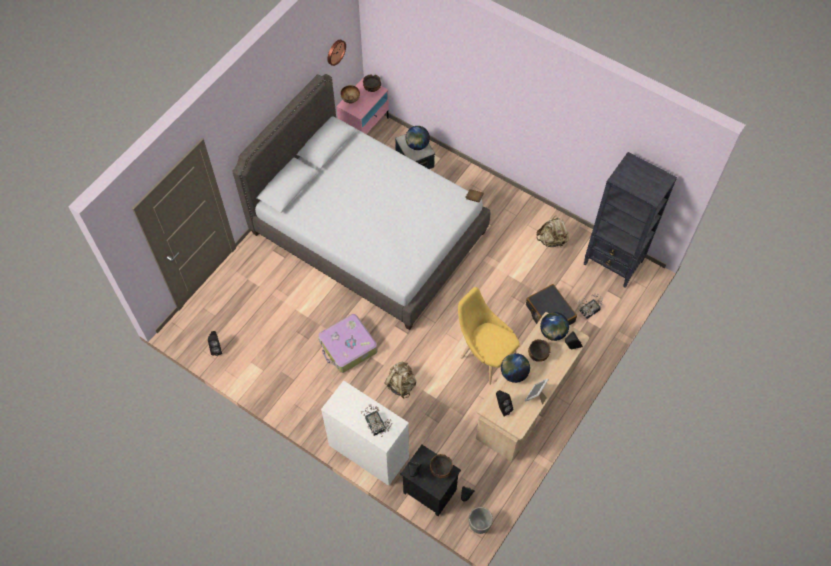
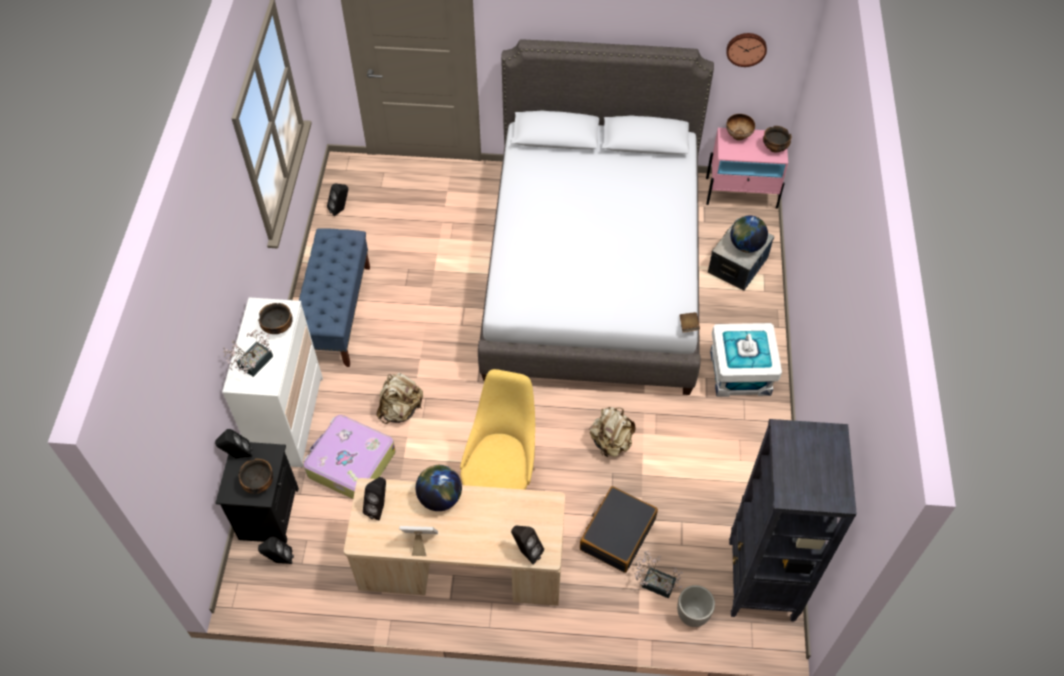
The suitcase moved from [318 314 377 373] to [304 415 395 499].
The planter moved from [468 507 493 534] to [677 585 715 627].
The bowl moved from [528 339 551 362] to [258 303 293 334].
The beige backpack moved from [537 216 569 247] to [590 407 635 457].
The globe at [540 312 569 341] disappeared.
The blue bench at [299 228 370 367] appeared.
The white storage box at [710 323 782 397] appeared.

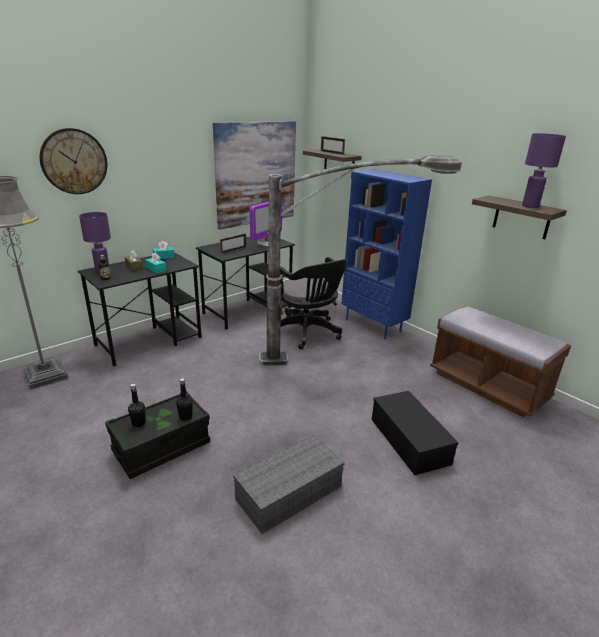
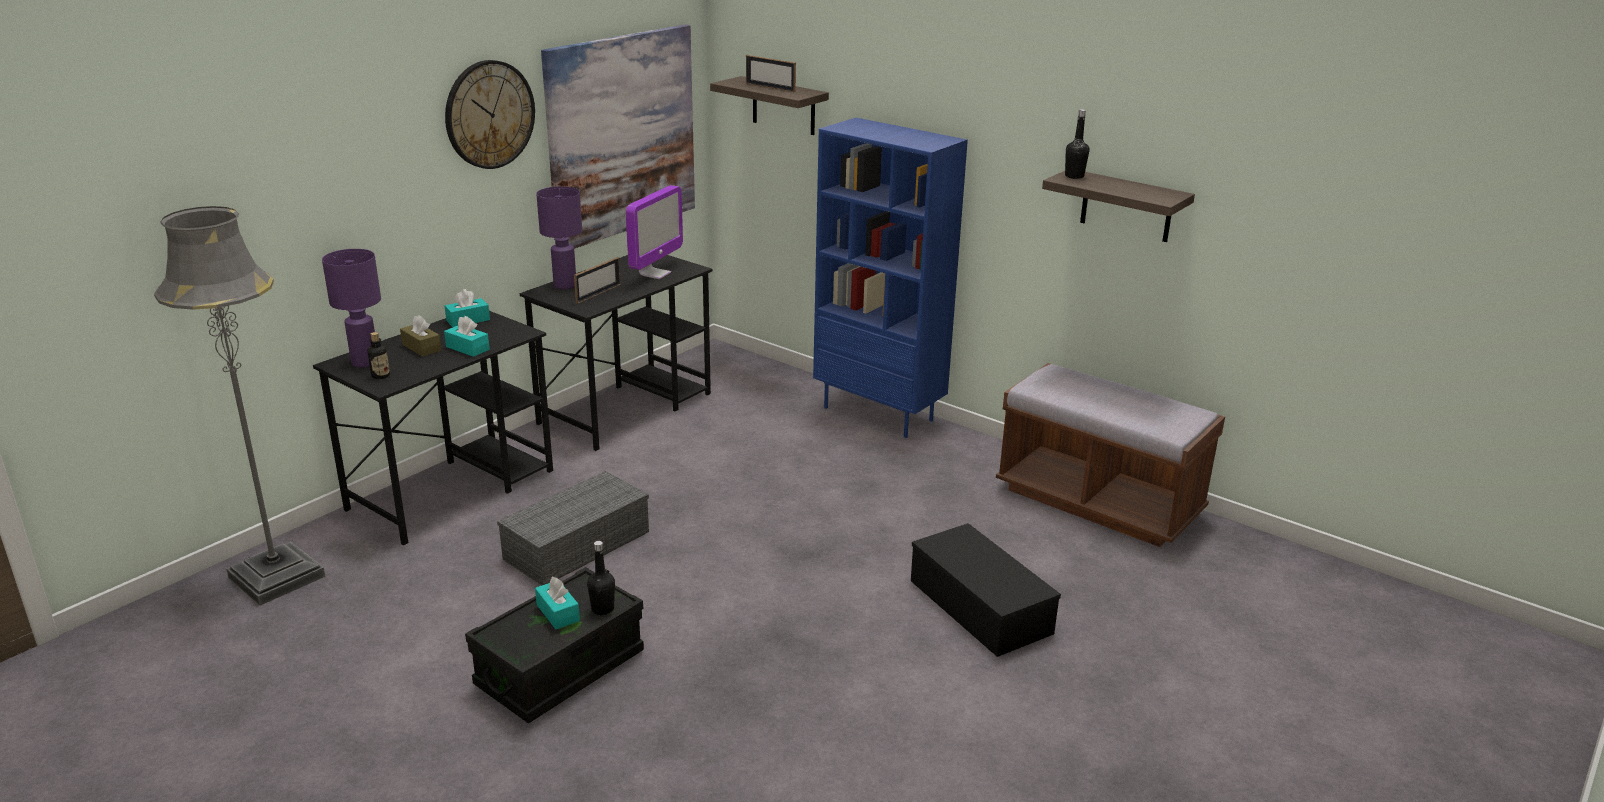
The wall clock moved from [40 128 107 194] to [445 60 535 169].
The black bottle moved from [128 384 146 427] to [1065 109 1090 179].
The grey storage box moved from [233 435 345 534] to [497 471 649 585].
The floor lamp at [259 155 462 365] disappeared.
The black office chair at [280 257 347 350] disappeared.
The purple table lamp moved from [522 133 566 208] to [536 186 582 289].
The turquoise tissue box at [535 577 580 629] appeared.

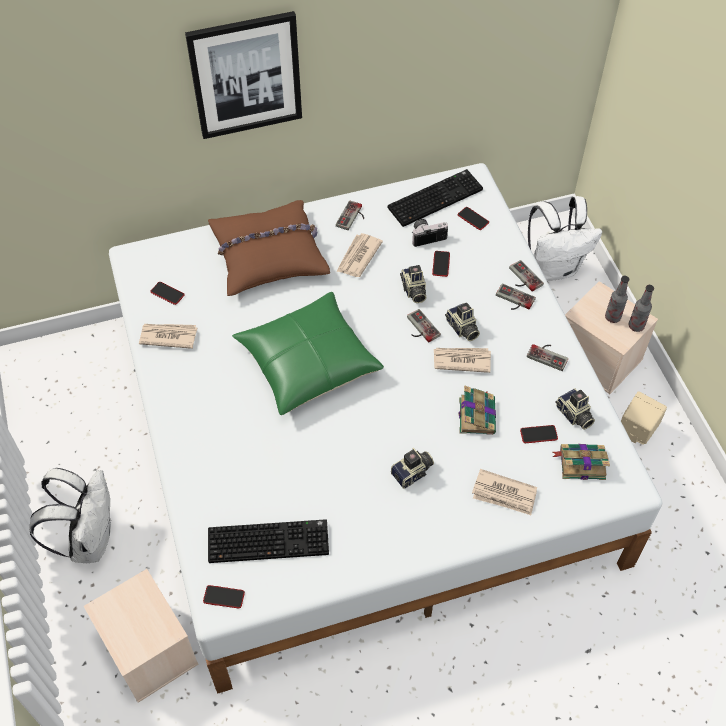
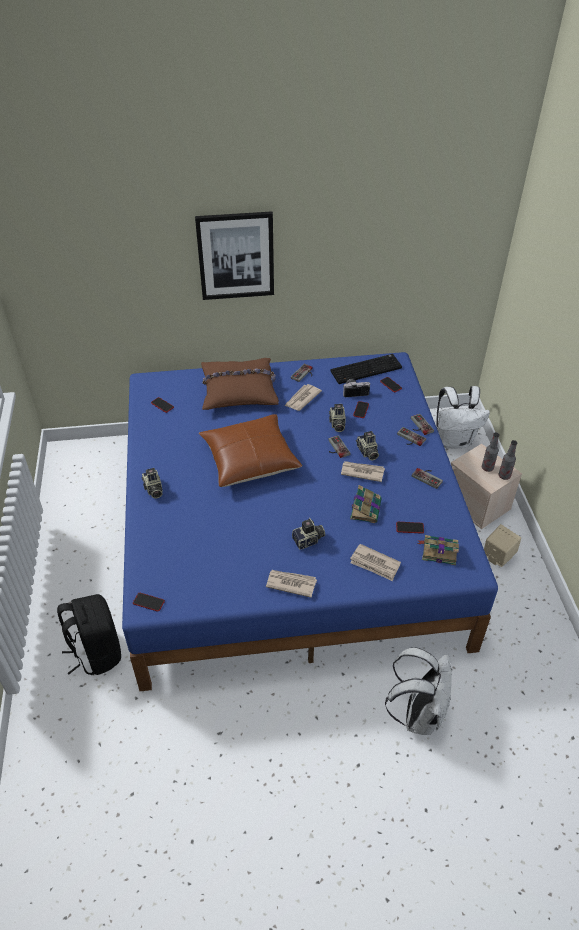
The white backpack moved from [29 468 111 563] to [385 647 452 735].
The beige storage box at [84 569 199 703] was replaced by the black backpack at [57 594 121 675].
The white bed at [109 163 662 694] became the blue bed at [122 352 498 691].
The newspaper moved from [139 324 197 349] to [266 570 317 598].
The keyboard at [208 519 329 563] disappeared.
The green pillow at [232 292 384 415] became the brown pillow at [199 414 302 487].
The photo camera moved from [555 389 595 430] to [142 468 163 499].

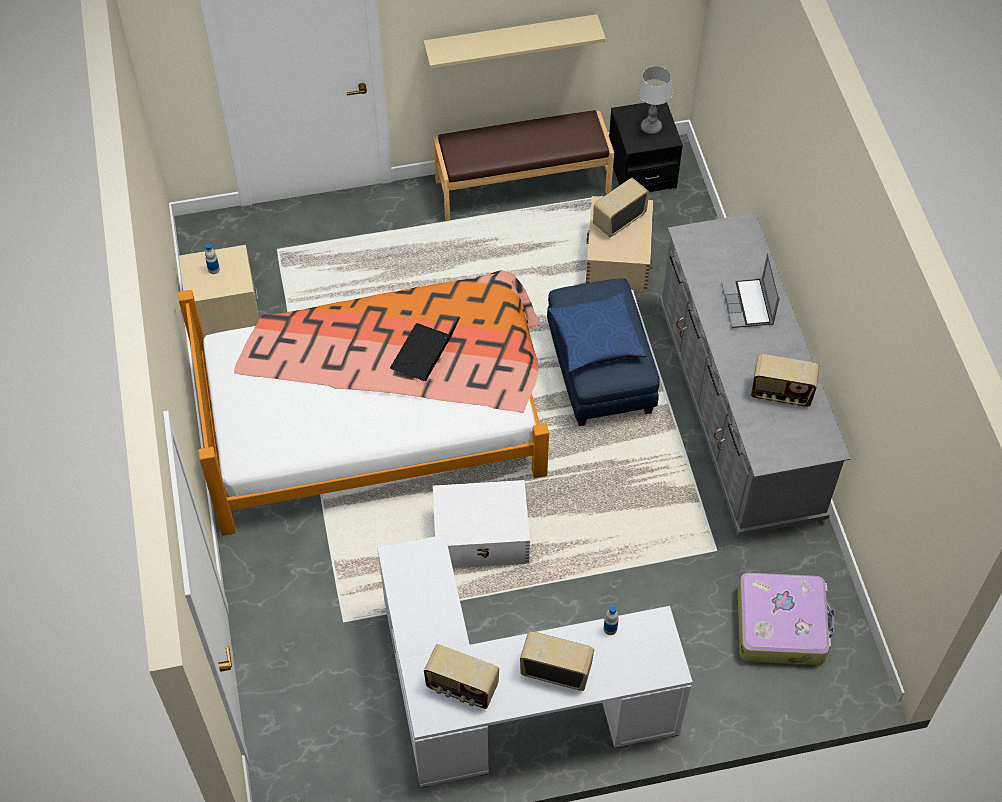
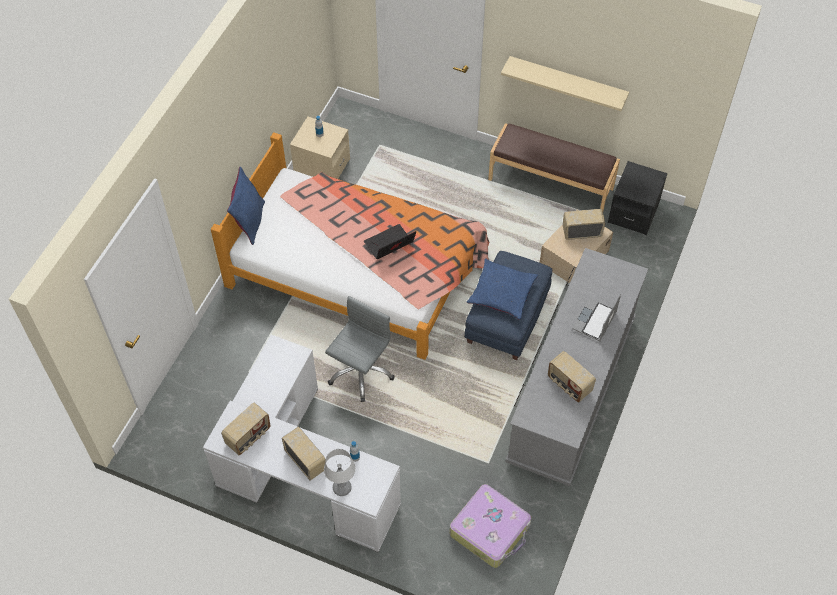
The radio at [424 644 499 709] turned 105 degrees counterclockwise.
The white storage box at [432 480 530 568] was replaced by the grey office chair at [325 296 395 402].
The table lamp moved from [637 66 673 134] to [324 449 356 496].
The blue pillow at [227 167 265 245] appeared.

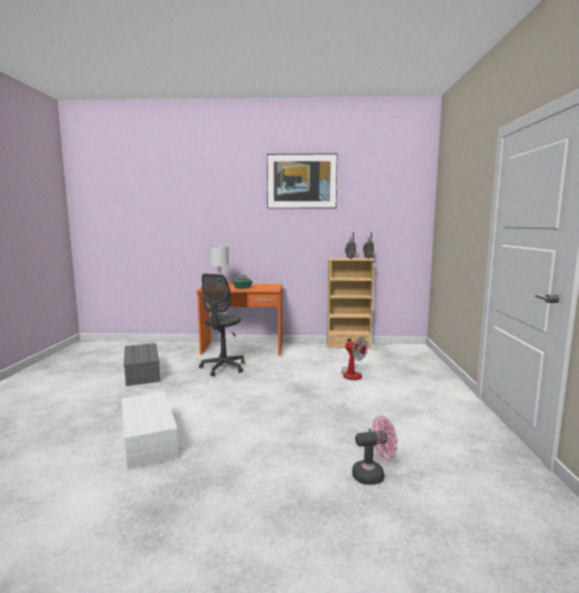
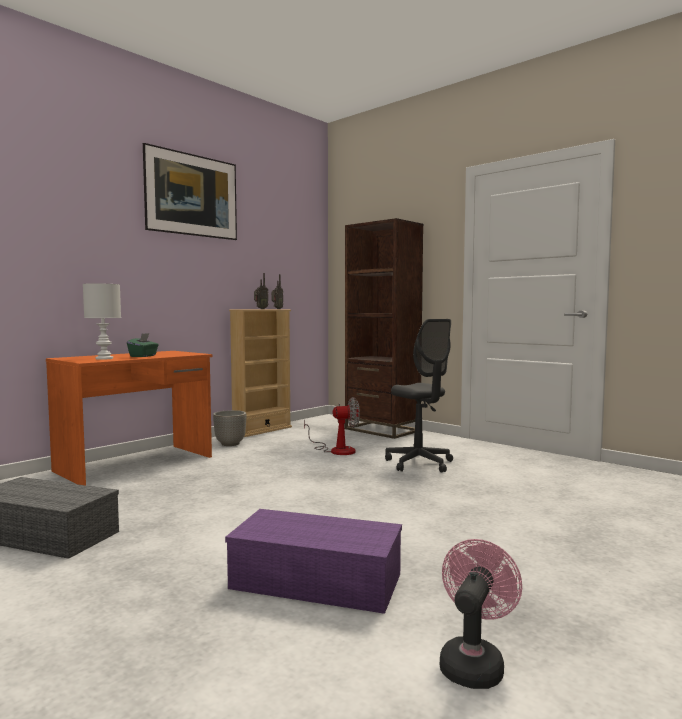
The white storage box at [121 391 178 469] became the purple storage box at [225 509 402 614].
The grey office chair moved from [199 274 245 376] to [385 319 453 473].
The pink fan moved from [352 416 397 485] to [440 539 522 689].
The planter at [213 410 246 446] appeared.
The brown bookcase at [344 218 424 439] appeared.

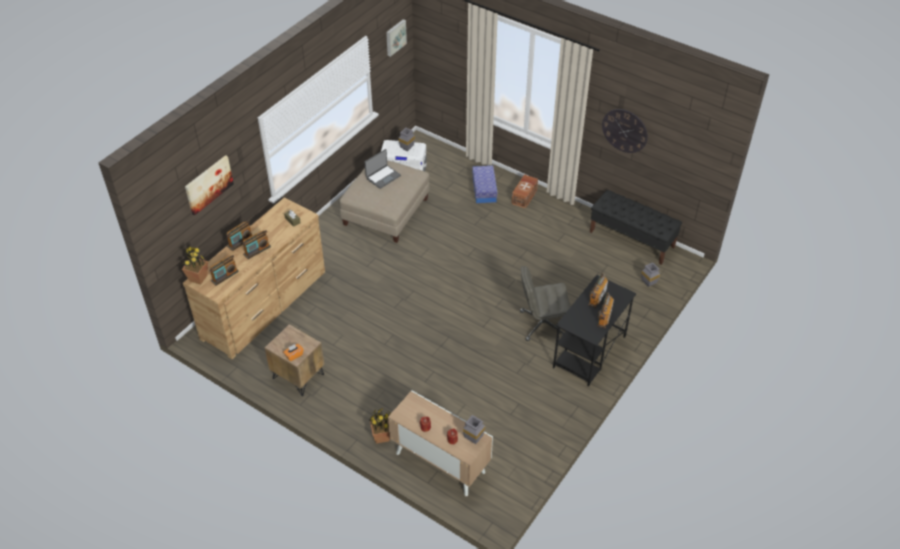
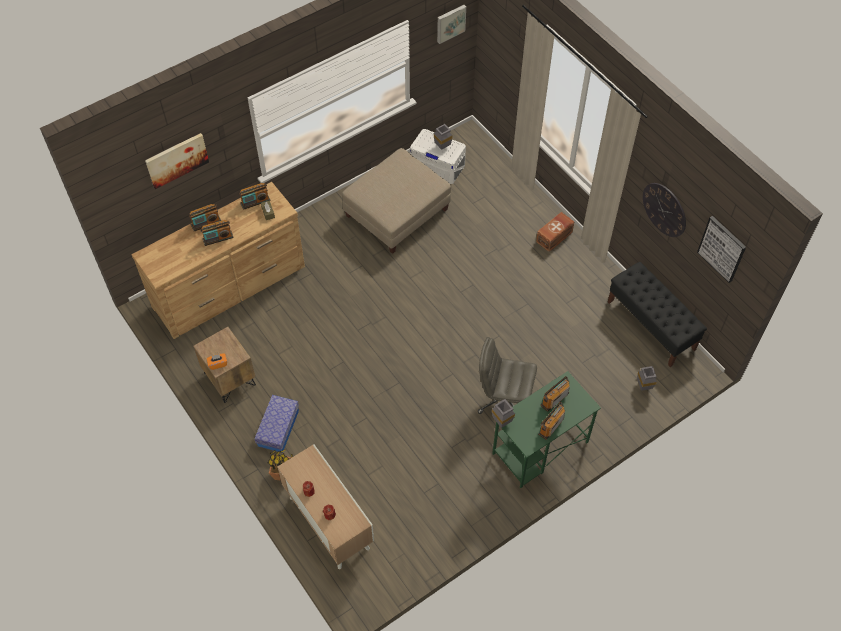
The potted plant at [182 246 208 284] disappeared.
The radio moved from [210 255 239 286] to [239 183 270 210].
The laptop at [365 149 401 189] disappeared.
The grey vase moved from [463 415 485 444] to [492 399 515 428].
The storage box moved from [472 166 497 203] to [254 395 299 453].
The black desk at [553 275 636 387] became the green desk at [492 371 601 488].
The picture at [697 216 746 283] appeared.

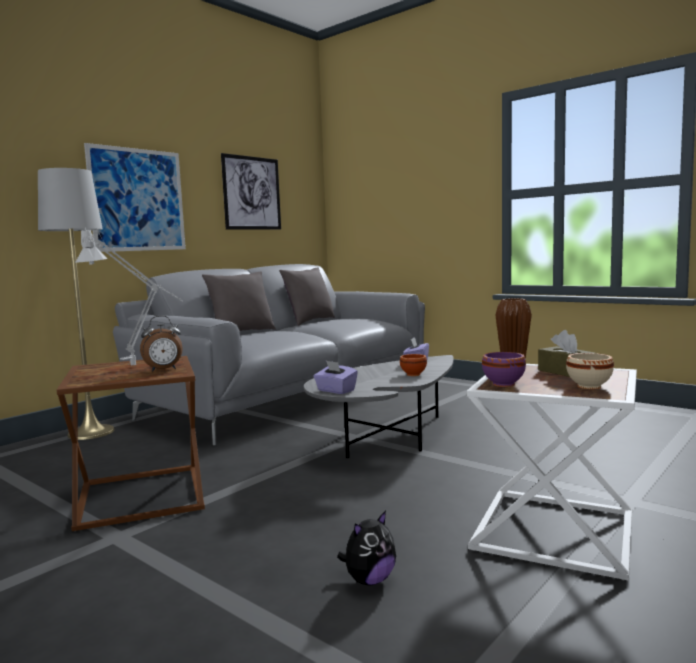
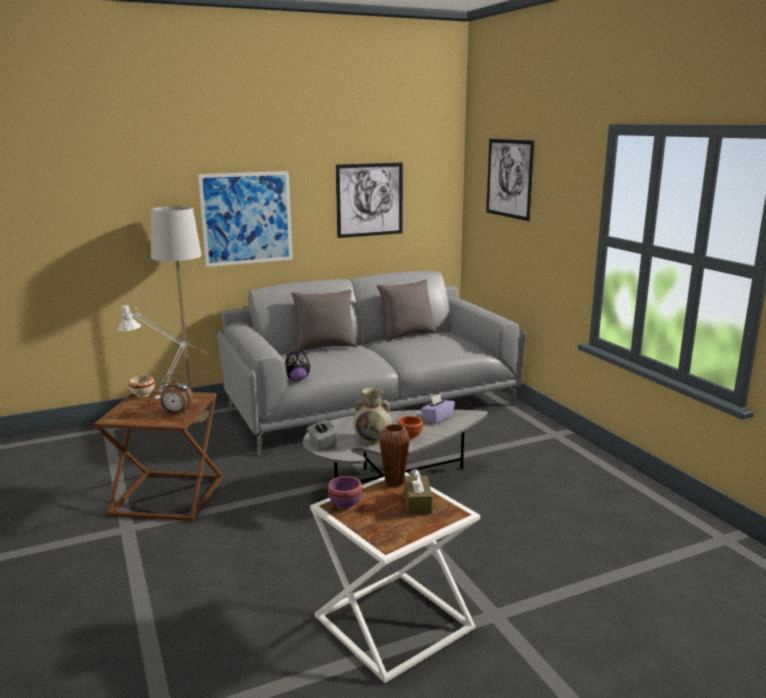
The purple tissue box at [313 361 358 394] became the grey tissue box at [307 418 338 451].
The plush toy moved from [337 511 396 585] to [285 349 311 381].
The beige bowl moved from [566 353 614 389] to [129 376 155 398].
The beige vase at [353 387 392 445] appeared.
The picture at [486 139 535 221] appeared.

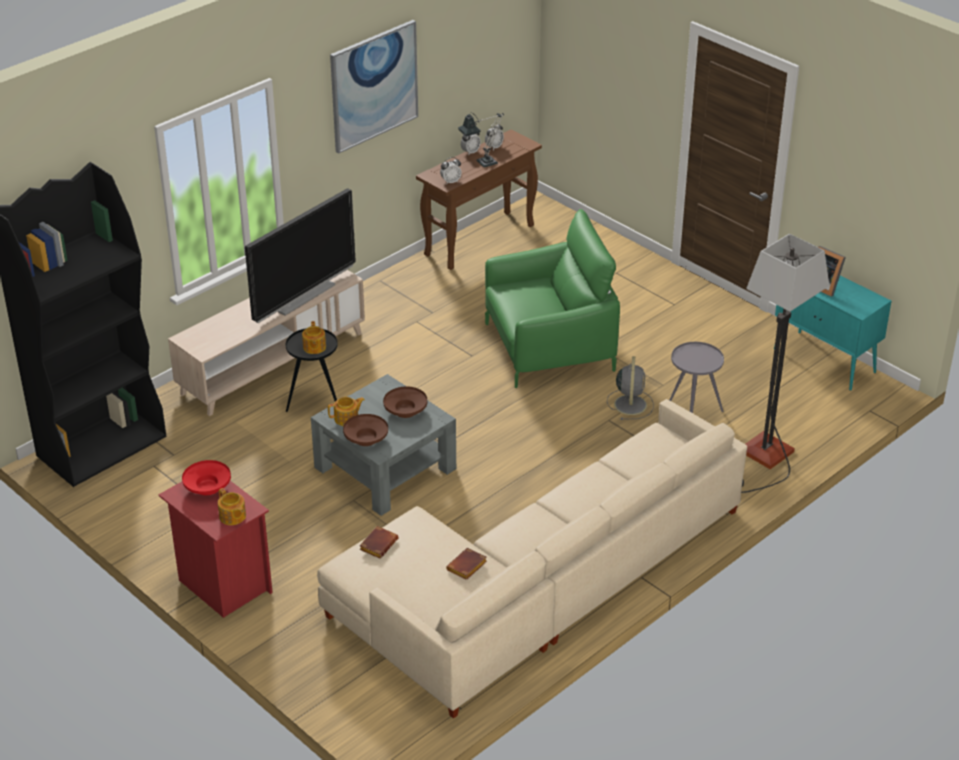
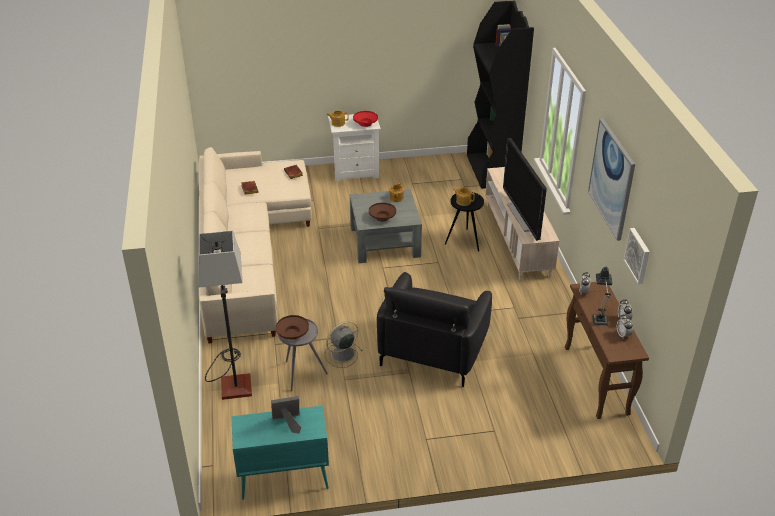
The red nightstand at [158 481 273 618] became the white nightstand at [328 114 381 182].
The brown bowl moved from [343 414 388 446] to [276 315 309 340].
The green armchair at [485 209 620 388] became the black armchair at [377 272 492 387].
The grey fan at [607 356 654 420] turned 105 degrees clockwise.
The picture at [624 228 650 284] appeared.

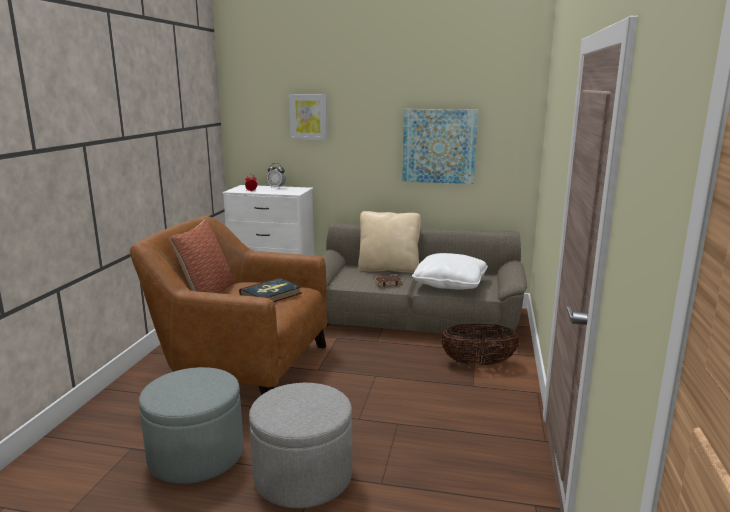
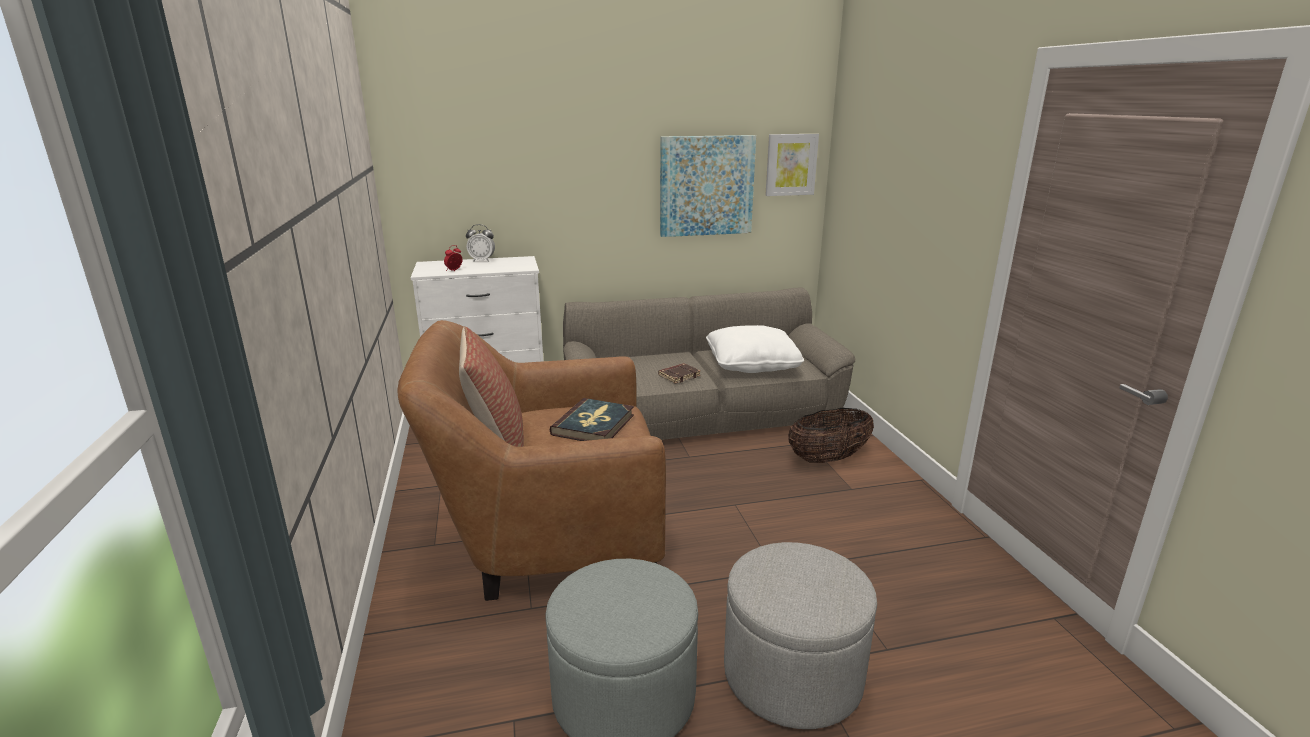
The picture moved from [289 94 327 139] to [765 134 819 196].
The beige pillow at [358 211 421 273] disappeared.

